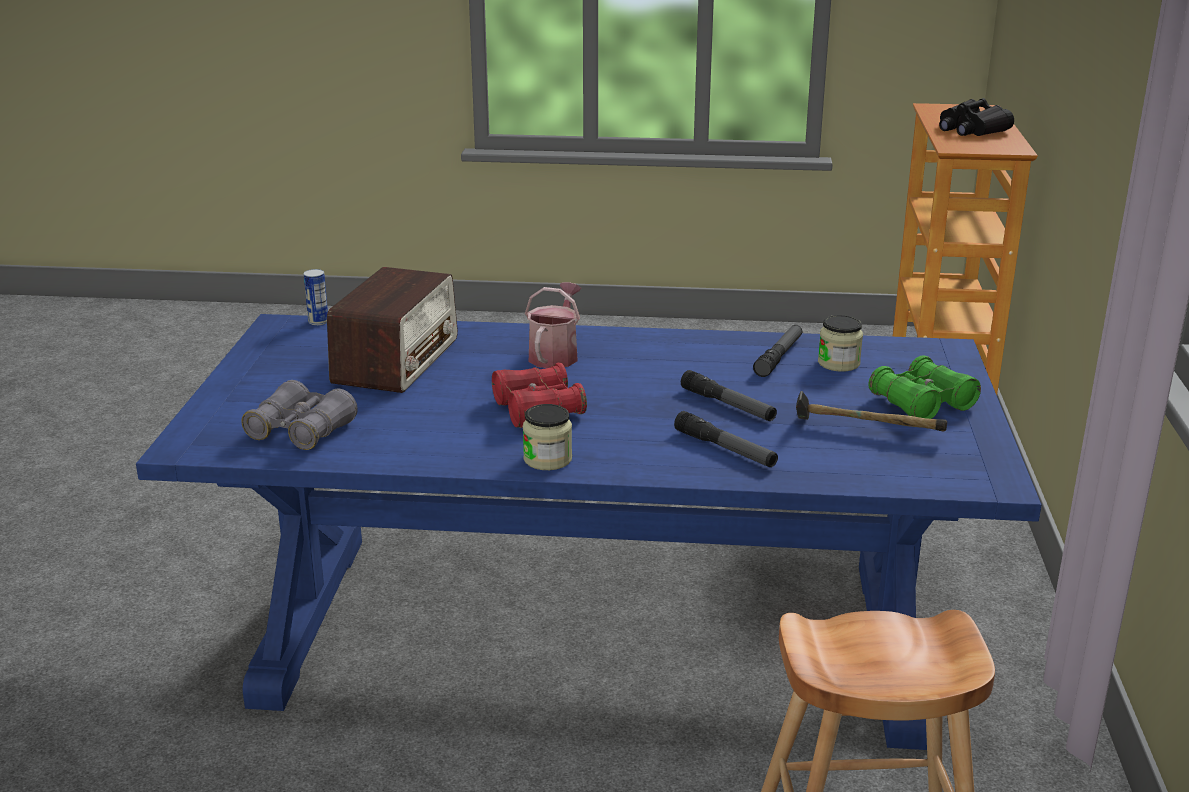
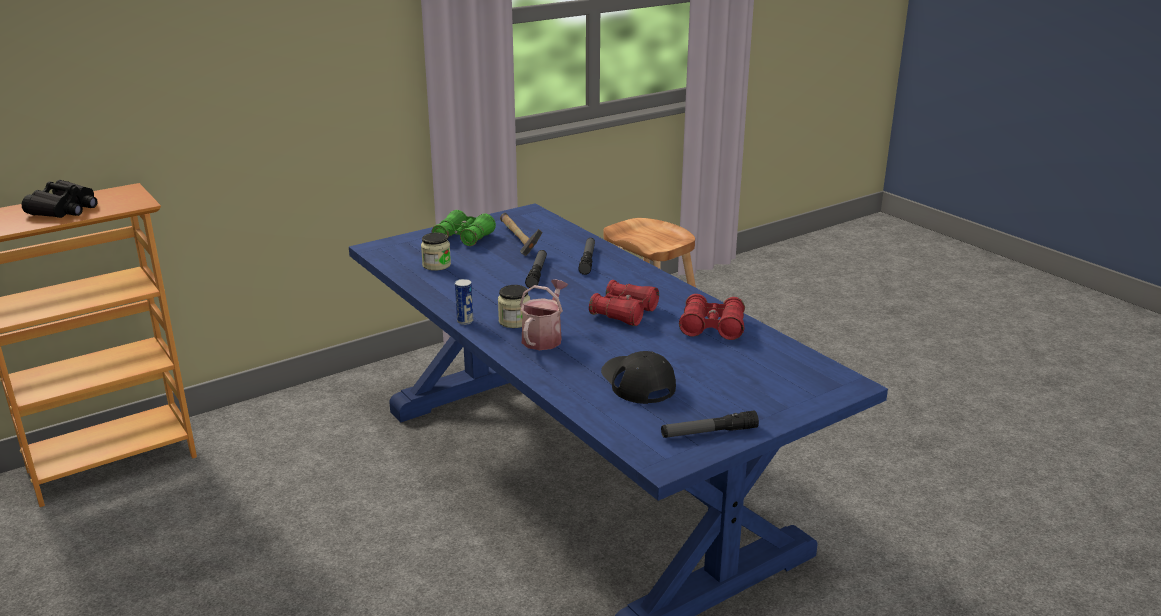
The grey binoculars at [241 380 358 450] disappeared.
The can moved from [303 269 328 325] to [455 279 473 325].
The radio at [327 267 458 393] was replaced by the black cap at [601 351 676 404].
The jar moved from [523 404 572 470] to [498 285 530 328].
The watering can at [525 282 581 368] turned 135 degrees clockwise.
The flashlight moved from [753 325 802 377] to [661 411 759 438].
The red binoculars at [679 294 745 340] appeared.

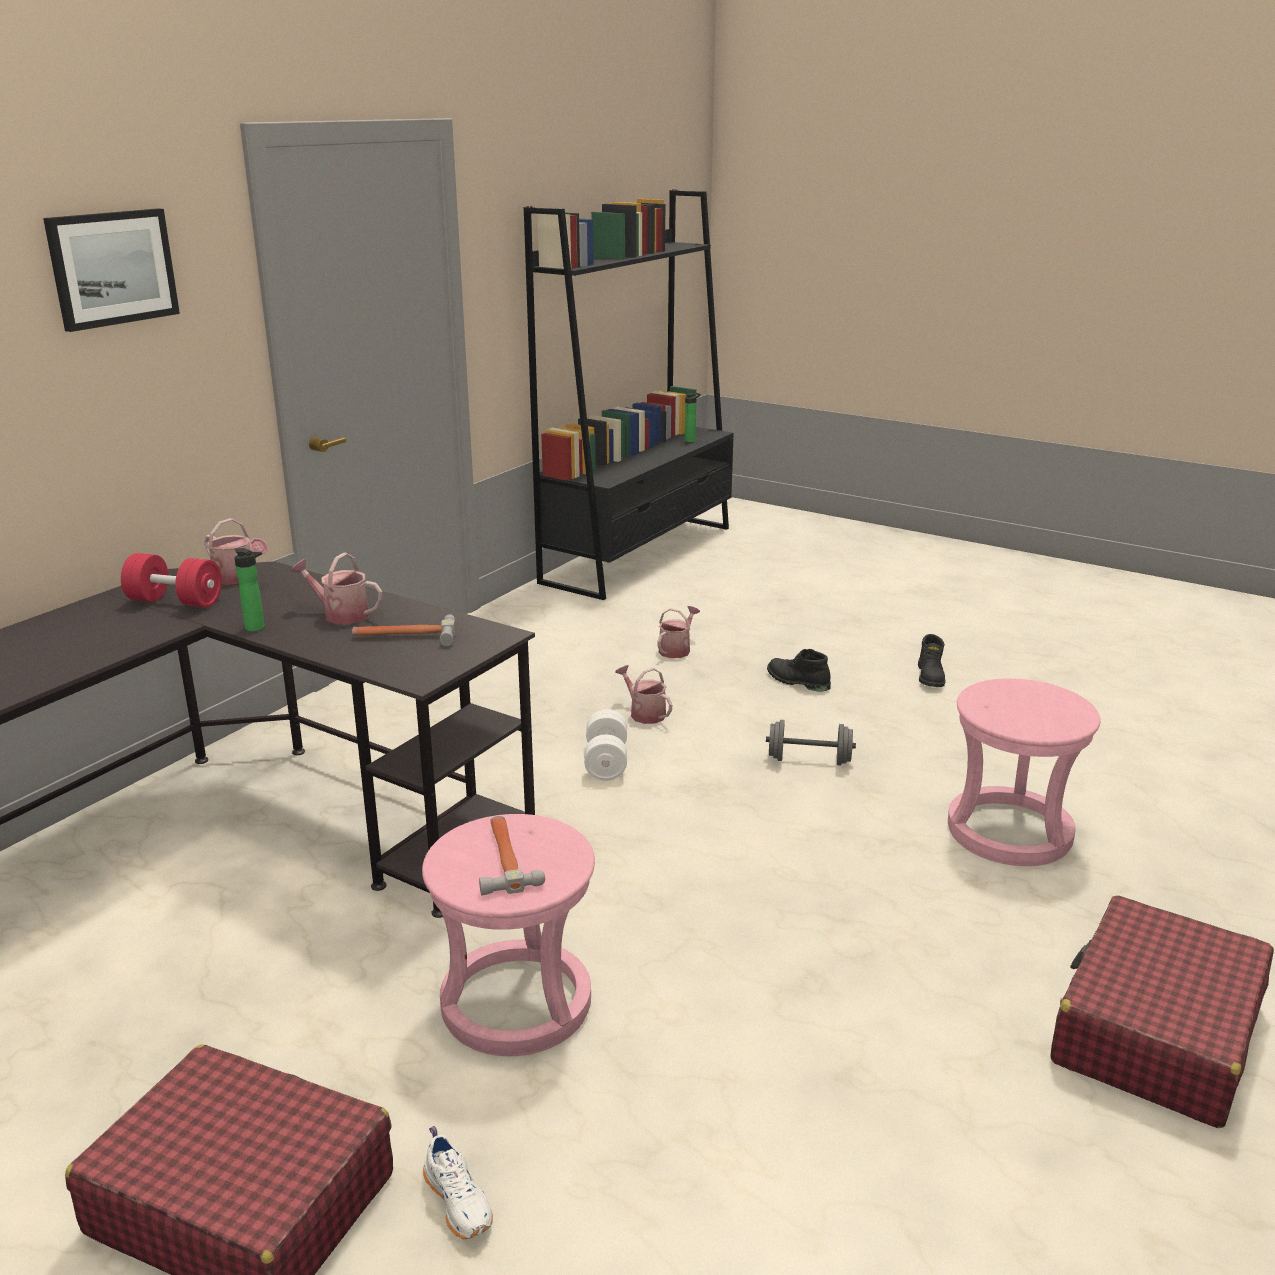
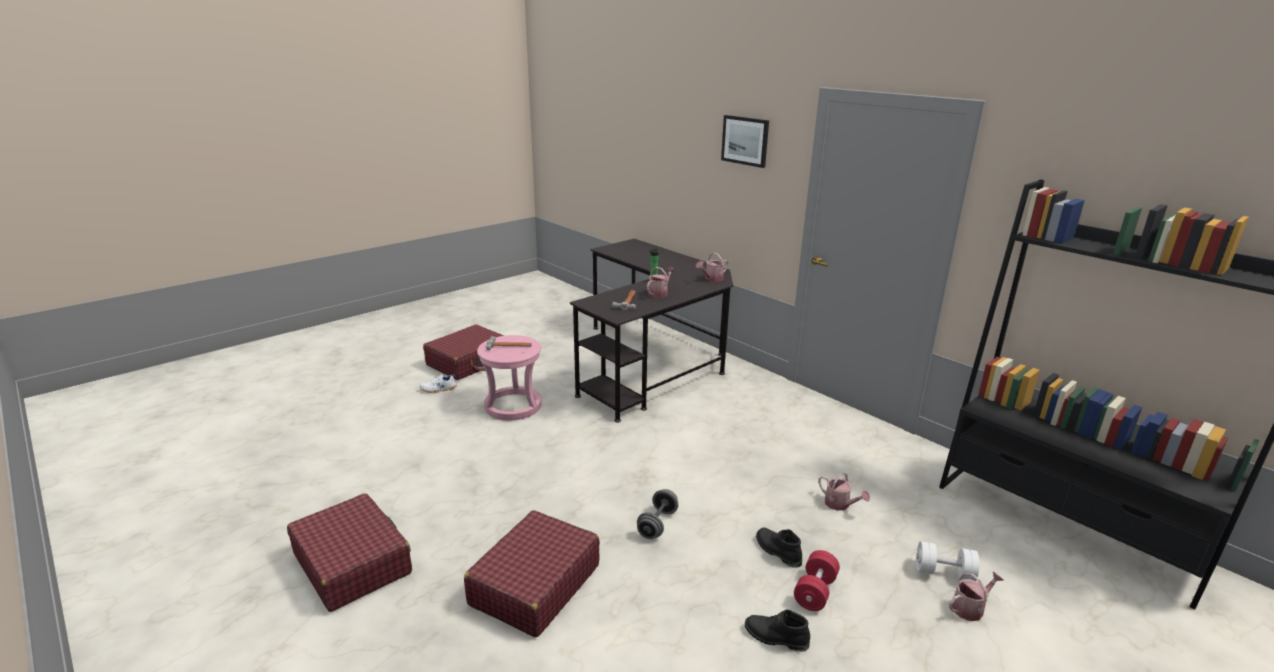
The red dumbbell moved from [121 553 222 607] to [794 550 840 611].
The white dumbbell moved from [584 709 627 780] to [916 541 979 581].
The watering can moved from [615 665 672 724] to [949 571 1004 621].
The bottle at [685 393 701 442] disappeared.
The black boot at [767 649 831 692] turned 90 degrees counterclockwise.
The pink stool at [948 678 1101 866] was replaced by the red suitcase at [464 510 600 637].

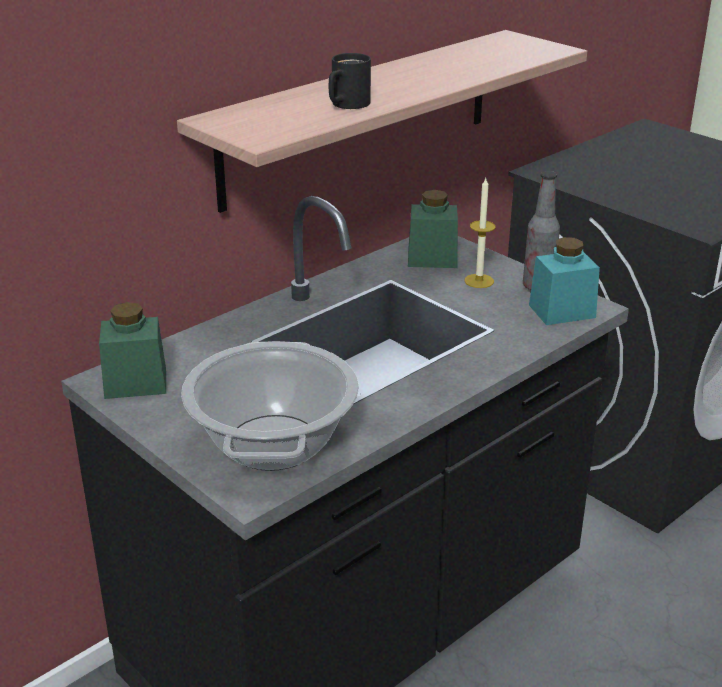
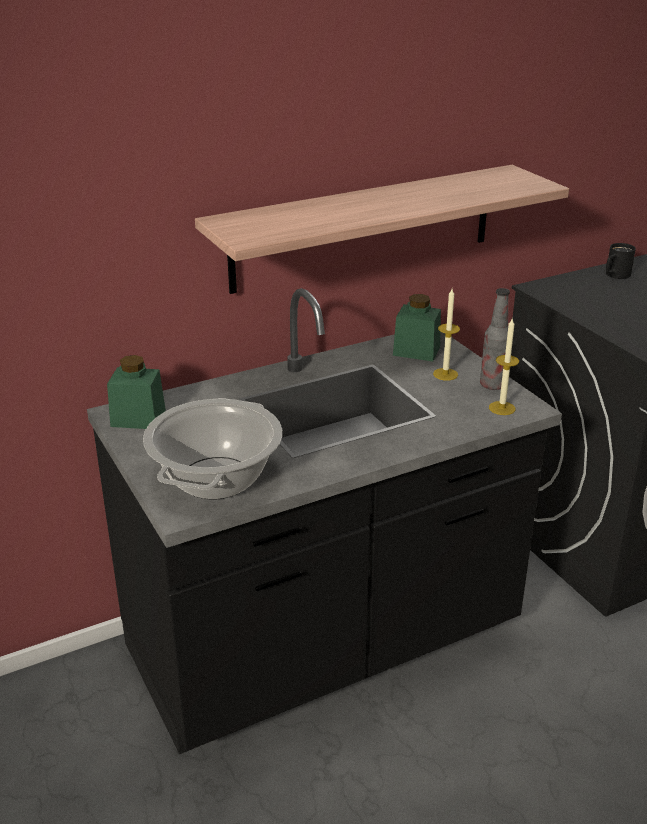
The black mug moved from [329 53 371 109] to [606 243 636 279].
The turquoise jar at [529 237 600 325] was replaced by the candle at [489 319 519 415].

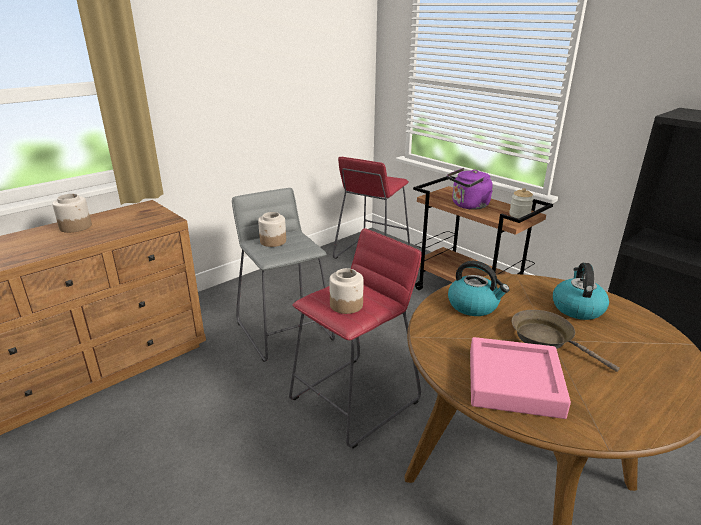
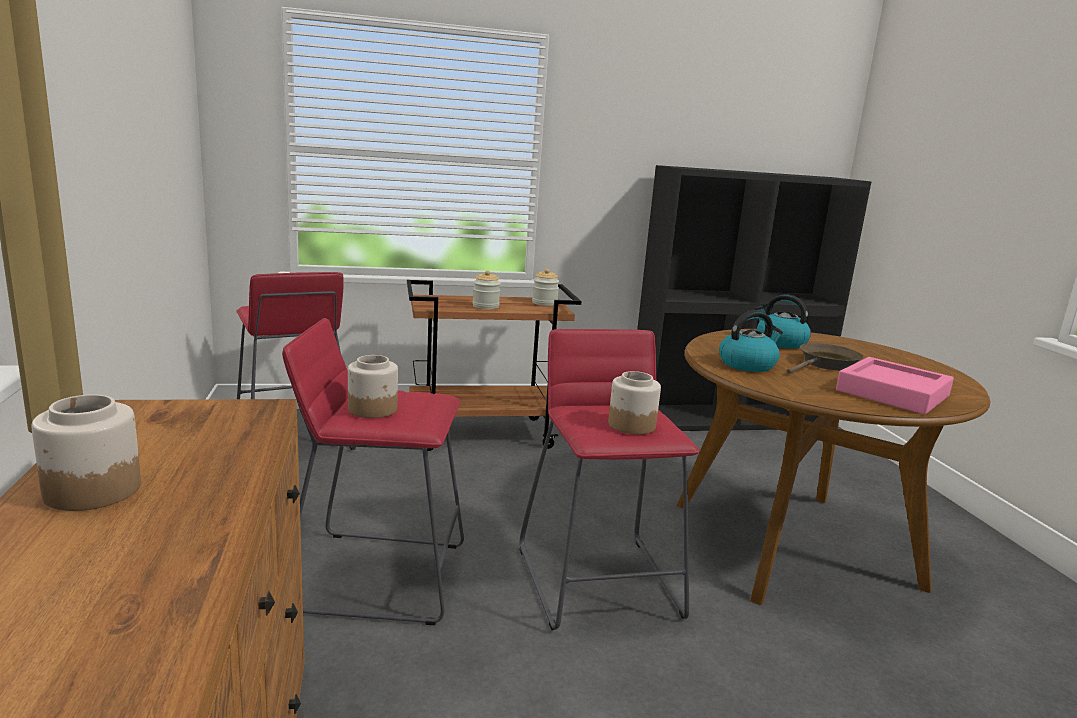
The grey stool at [232 188 335 362] became the red stool at [282 318 464 625].
The purple kettle at [447 168 493 210] was replaced by the jar at [473 270 501 309].
The brown frying pan at [512 310 620 372] turned 150 degrees clockwise.

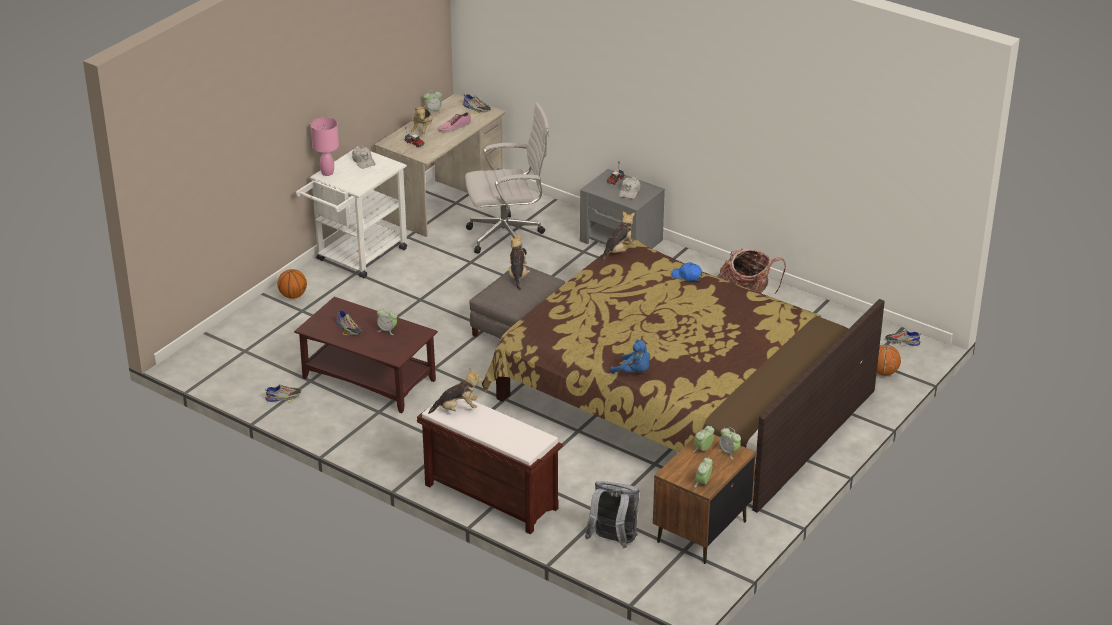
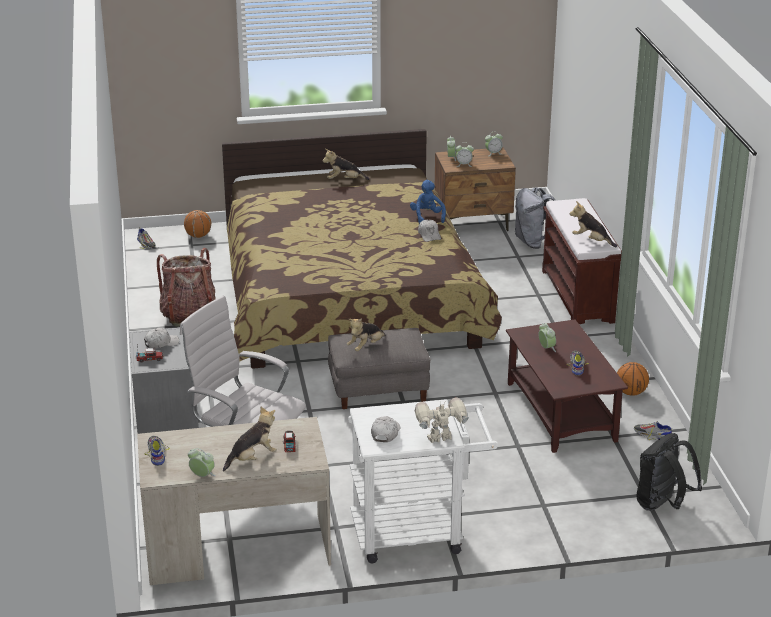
The basketball moved from [277 269 307 299] to [617 362 649 396].
The pink table lamp at [310 117 339 176] was replaced by the toy robot at [415 397 469 443].
The shoe at [438 112 471 133] disappeared.
The plush toy moved from [602 211 636 262] to [323 149 370 180].
The blue cap at [671 262 702 281] disappeared.
The white cap at [418 220 441 242] appeared.
The black backpack at [637 433 702 511] appeared.

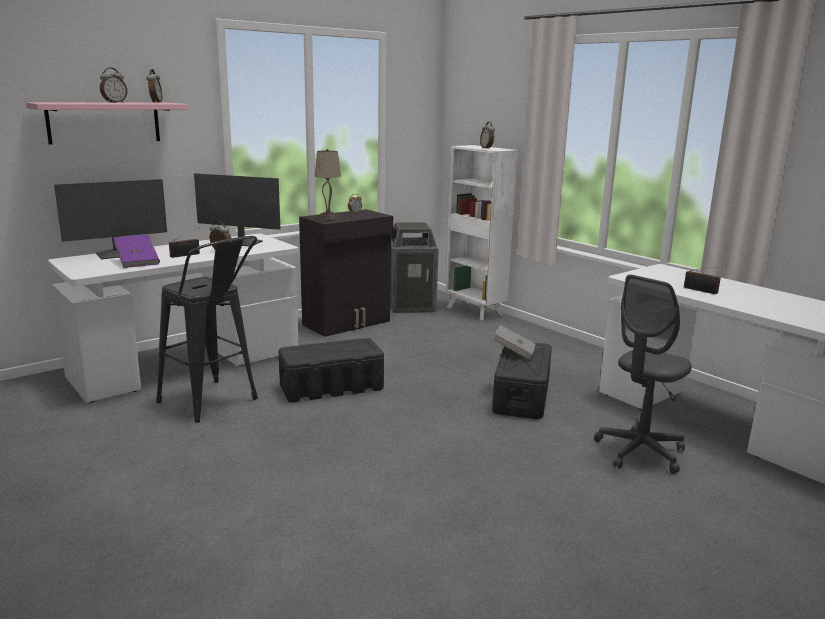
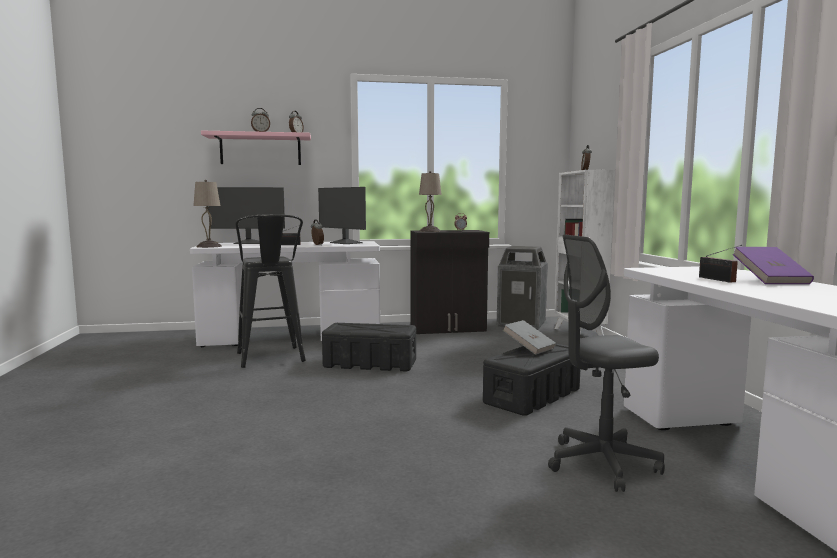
The purple book moved from [113 235 160 268] to [732 247 814 284].
The beige table lamp at [193 180 222 248] appeared.

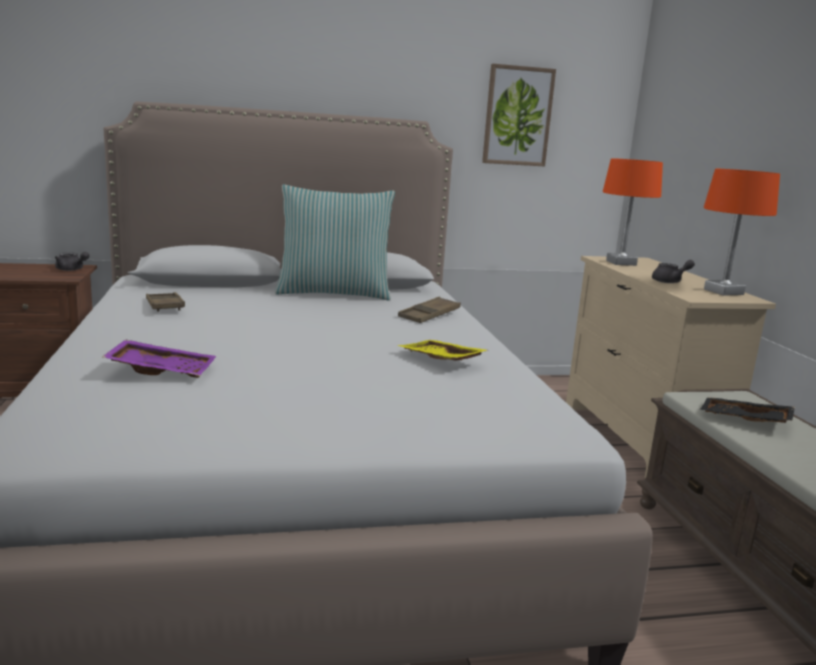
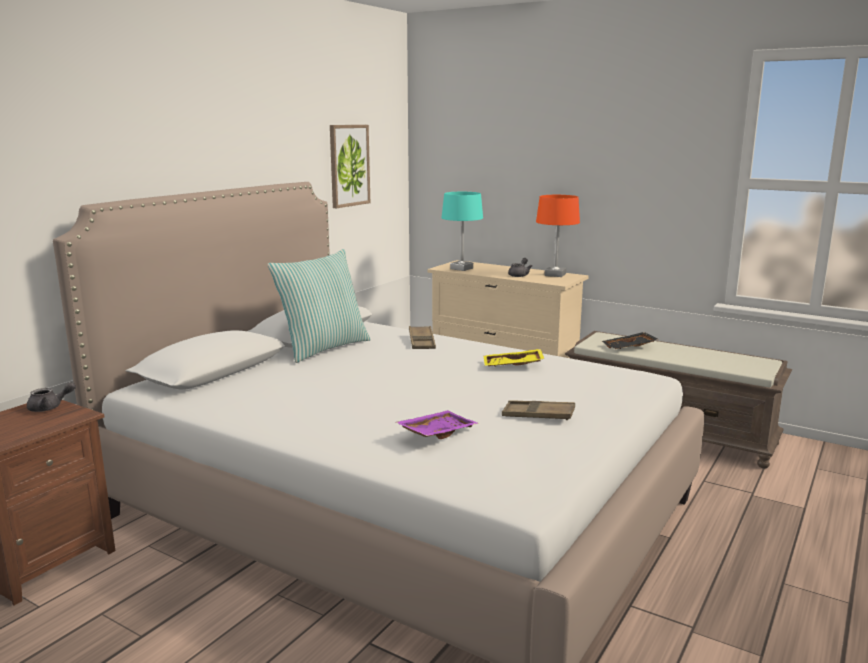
The brown tray moved from [146 292 185 312] to [502 400 575 420].
The orange table lamp at [603 158 663 266] became the turquoise table lamp at [441 192 483 271].

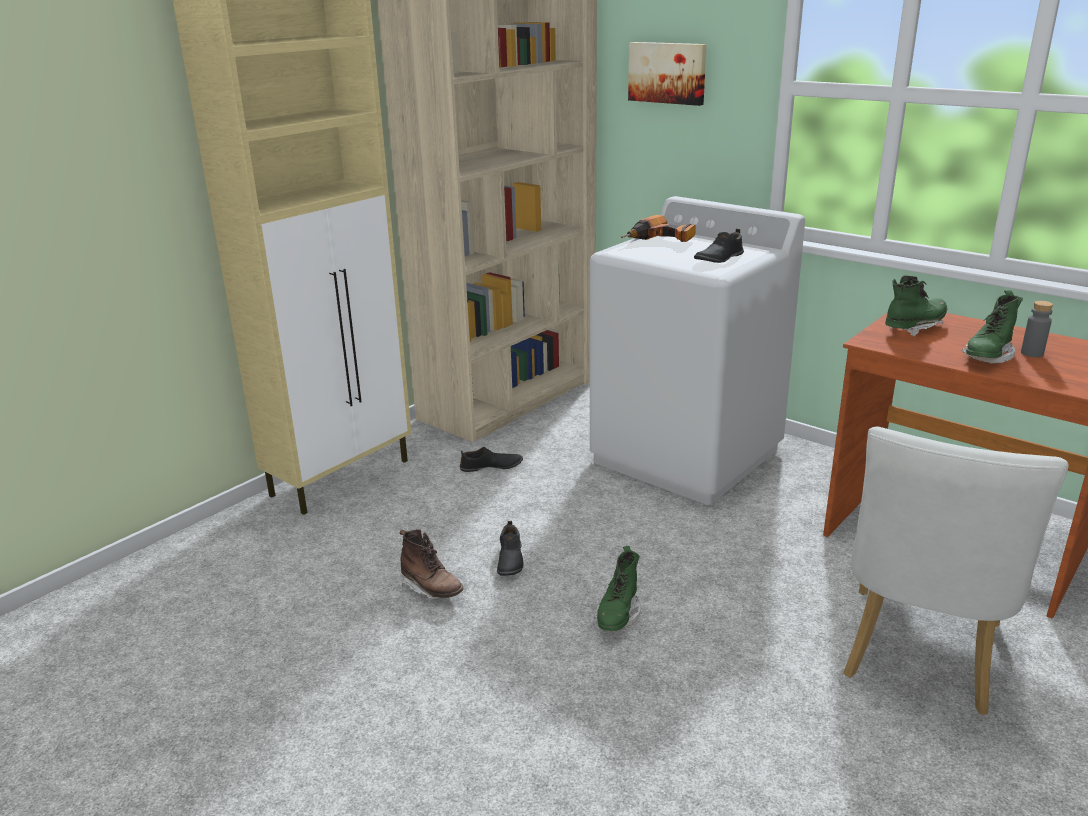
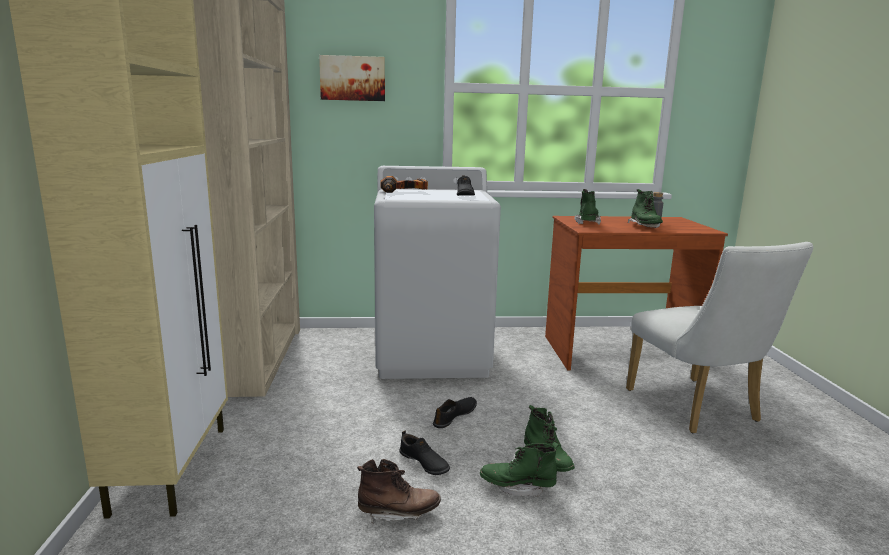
The black shoe moved from [460 447 523 472] to [433 397 477 428].
The green boot at [480 442 559 497] appeared.

